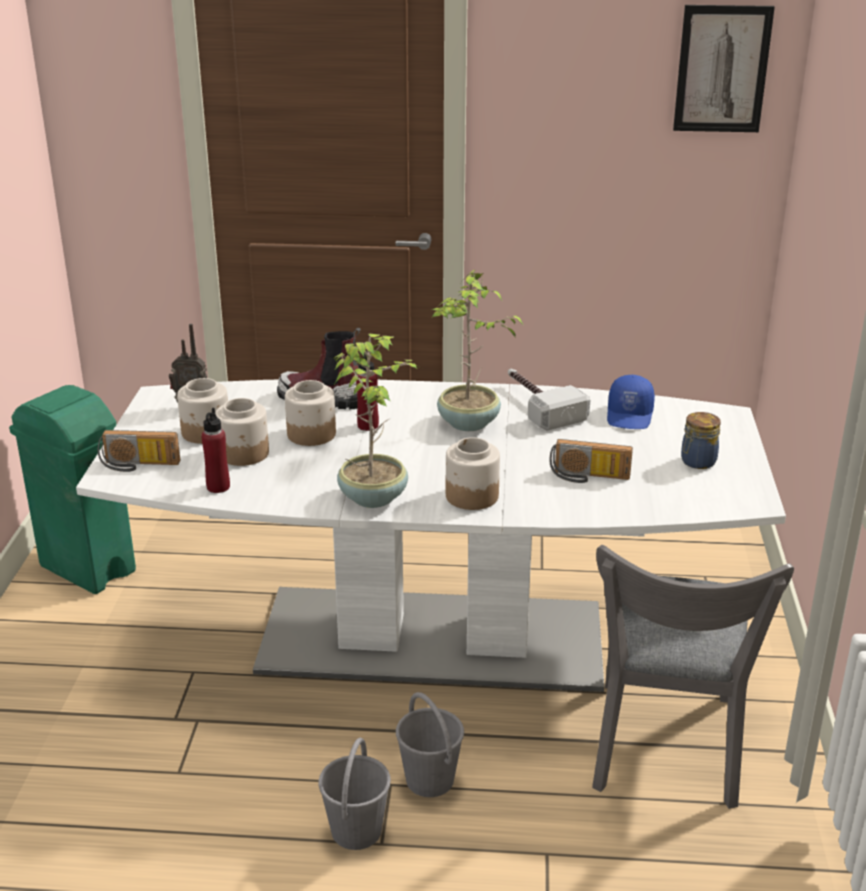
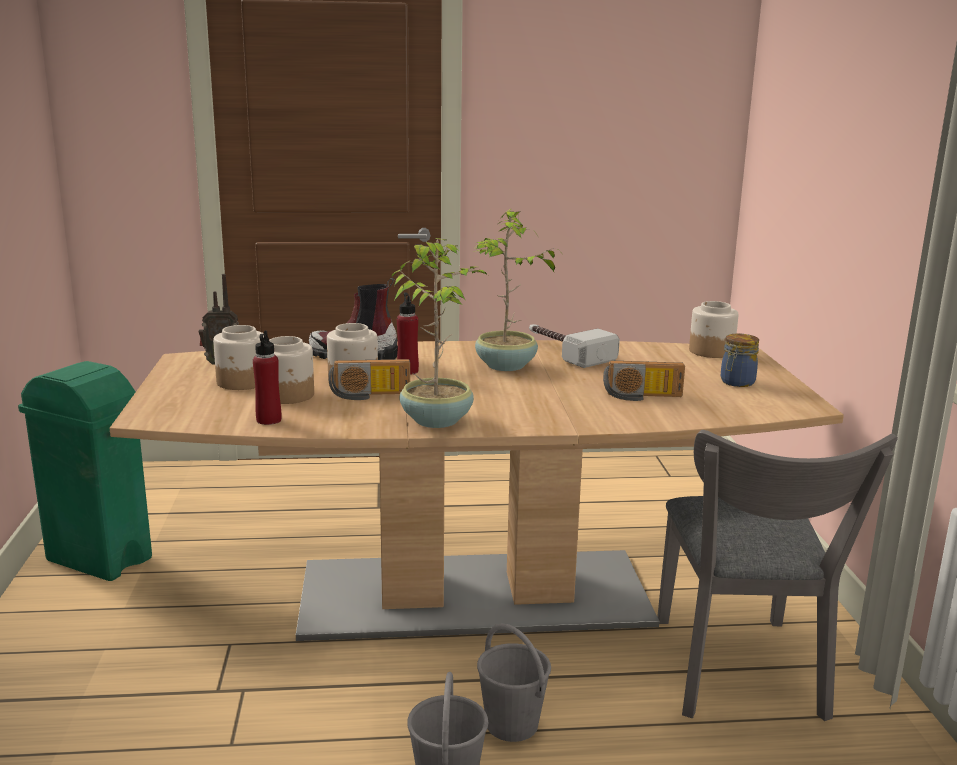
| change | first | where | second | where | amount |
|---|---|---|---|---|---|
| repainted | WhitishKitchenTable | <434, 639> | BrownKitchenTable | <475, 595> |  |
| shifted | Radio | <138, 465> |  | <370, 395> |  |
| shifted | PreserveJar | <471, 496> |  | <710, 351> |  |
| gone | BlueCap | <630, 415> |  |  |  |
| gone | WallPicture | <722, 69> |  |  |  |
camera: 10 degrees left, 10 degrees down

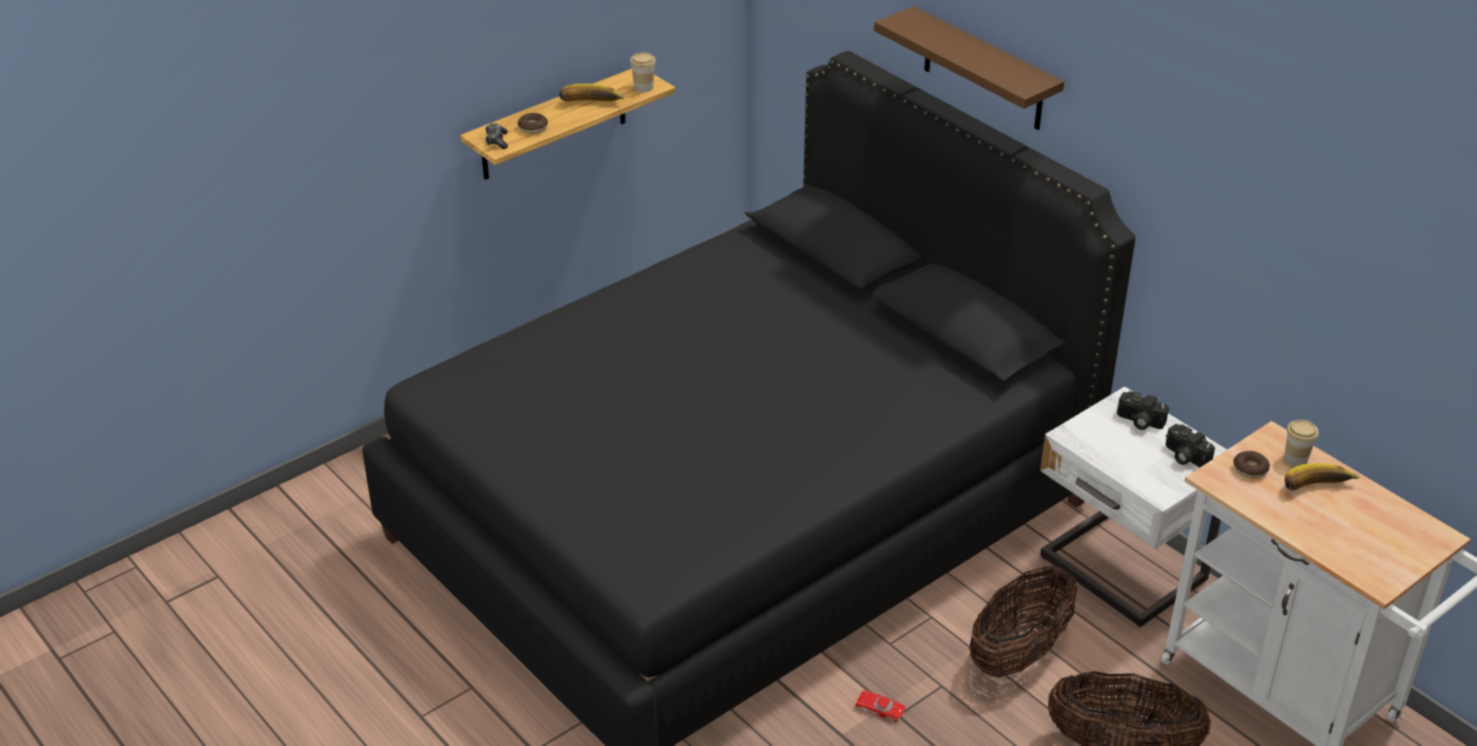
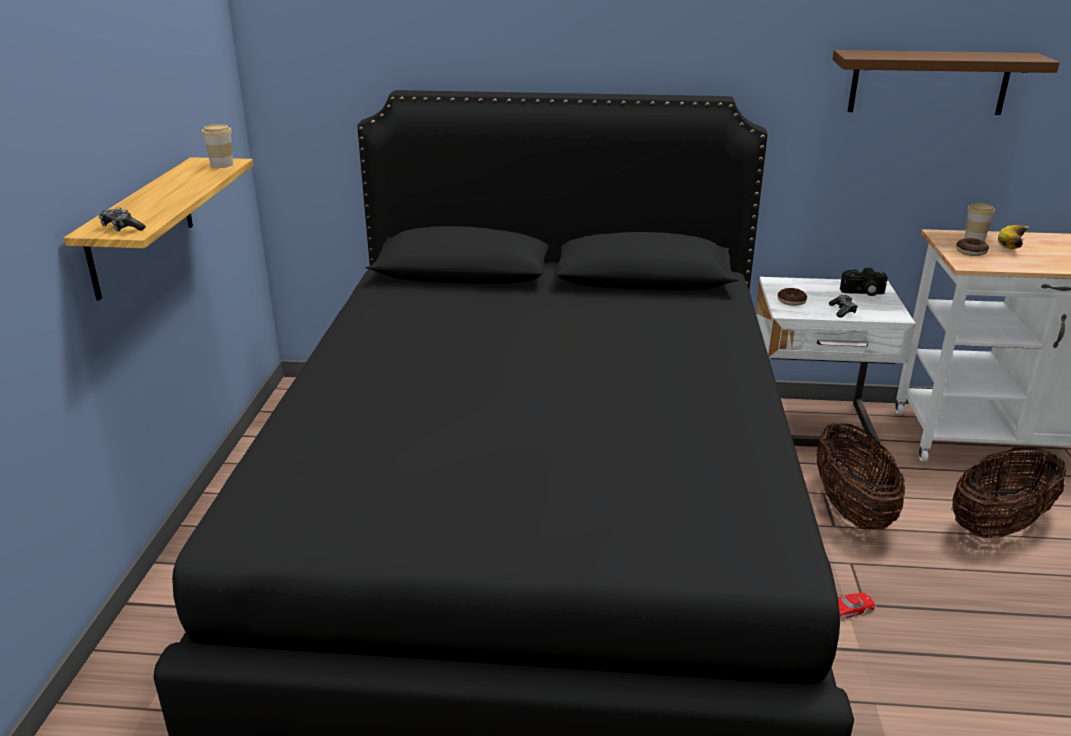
| change | first | where | second | where | amount |
|---|---|---|---|---|---|
| shifted | Donut | <533, 128> |  | <791, 301> |  |
| new |  |  | Joypad | <842, 311> |  |
| shifted | BrownWallShelf | <983, 70> |  | <929, 82> |  |
| gone | BananaFruit | <591, 105> |  |  |  |
| gone | StillCamera | <1139, 421> |  |  |  |
camera: 45 degrees left, 10 degrees down

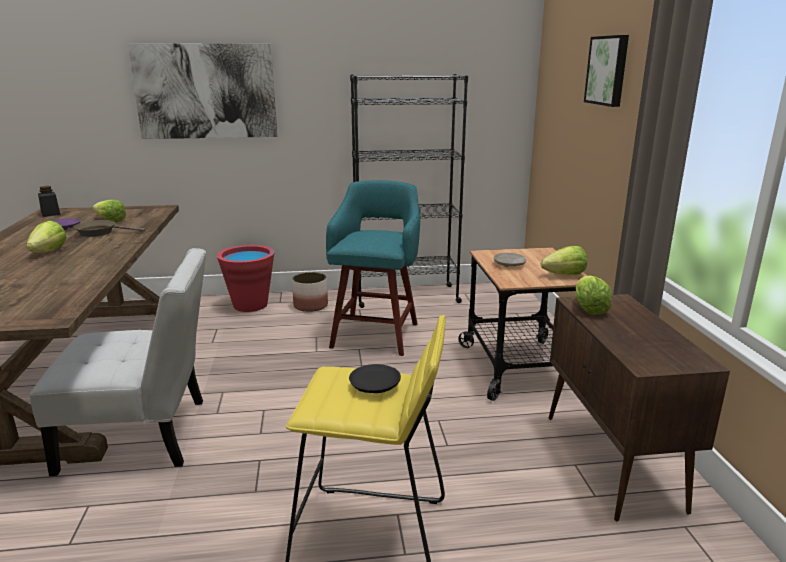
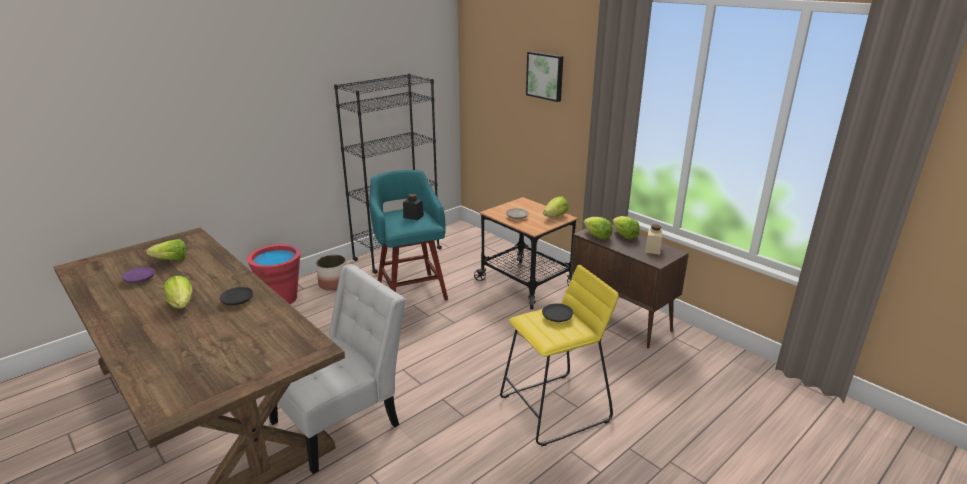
| change | first | where | second | where | amount |
|---|---|---|---|---|---|
| new |  |  | BlackPlate | <237, 301> |  |
| shifted | BlackPreserveJar | <50, 213> |  | <413, 216> |  |
| new |  |  | LettuceHead | <624, 236> |  |
| new |  |  | BeigePreserveJar | <652, 249> |  |
| gone | BrownFryingPan | <100, 232> |  |  |  |
| gone | WallPicture | <206, 91> |  |  |  |
camera: 35 degrees left, 5 degrees up

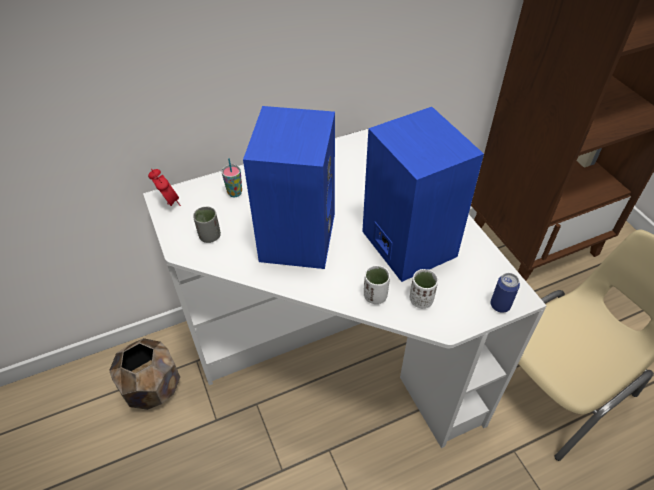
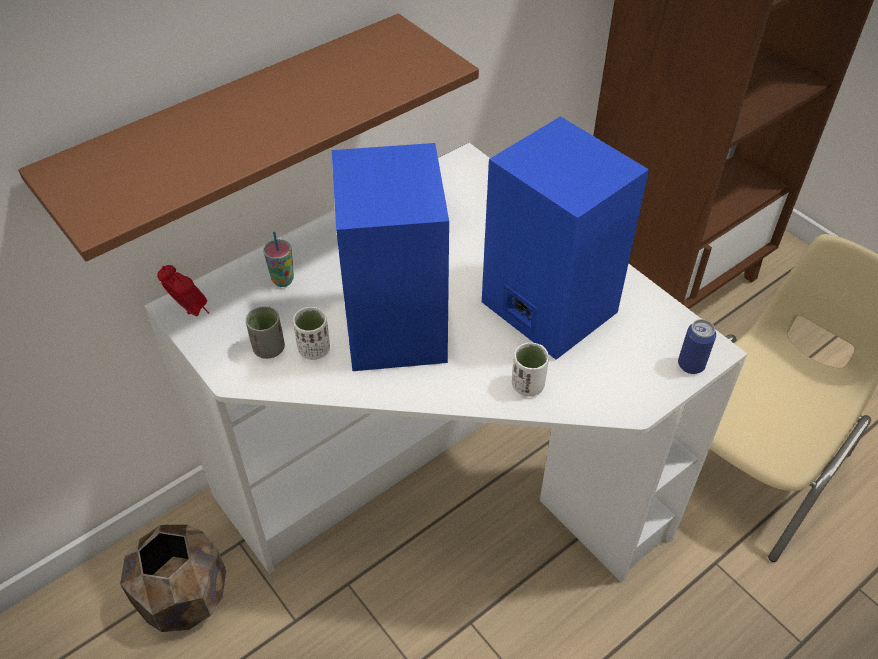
| change | first | where | second | where | amount |
|---|---|---|---|---|---|
| new |  |  | BrownWallShelf | <236, 131> |  |
| shifted | WhitishSmallCup | <421, 300> |  | <314, 349> |  |
camera: 15 degrees left, 0 degrees up

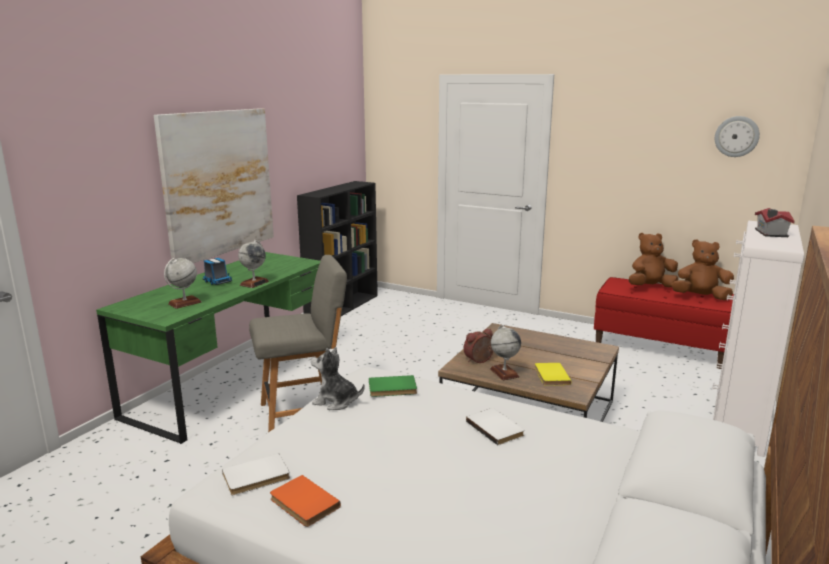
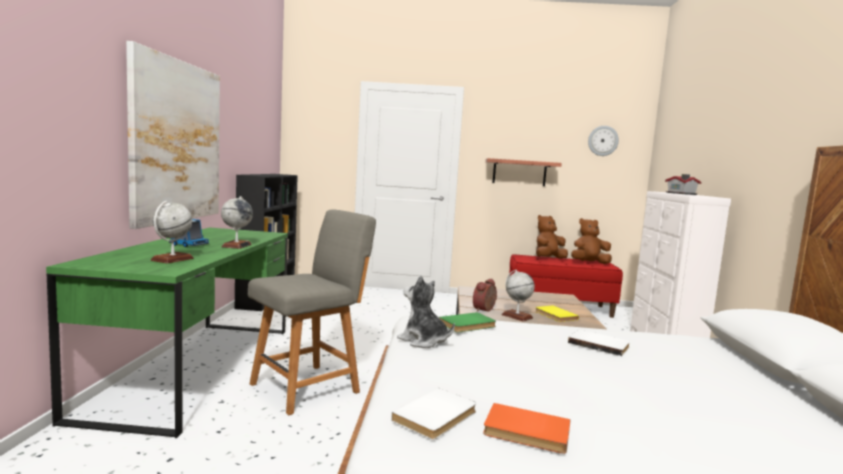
| change | first | where | second | where | amount |
|---|---|---|---|---|---|
| rotated | SoftToy | <336, 401> |  | <423, 341> | 45 degrees clockwise |
| new |  |  | WallShelf | <519, 172> |  |
camera: 25 degrees left, 10 degrees down

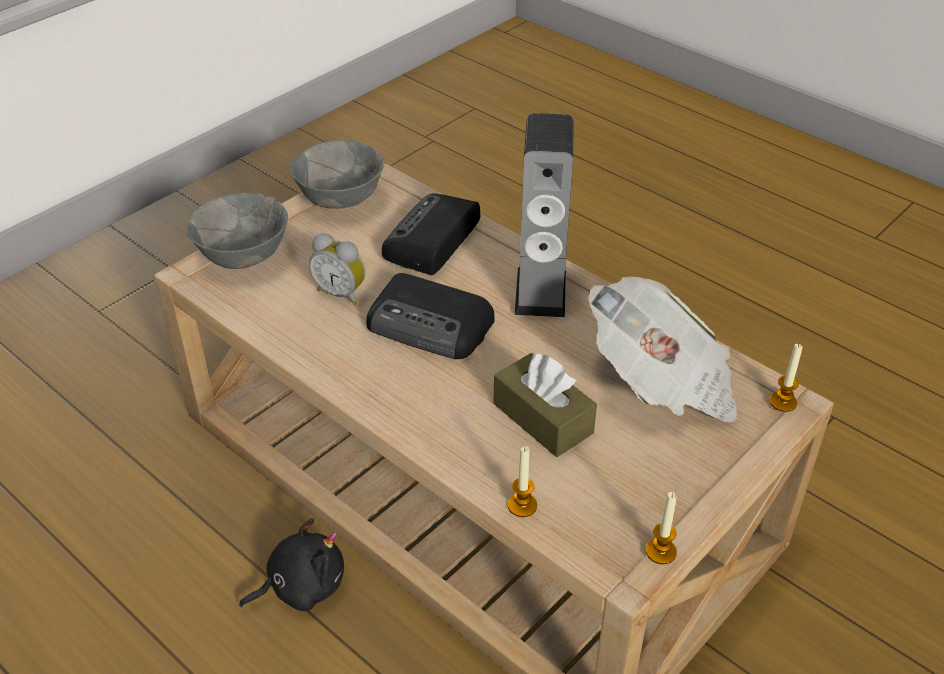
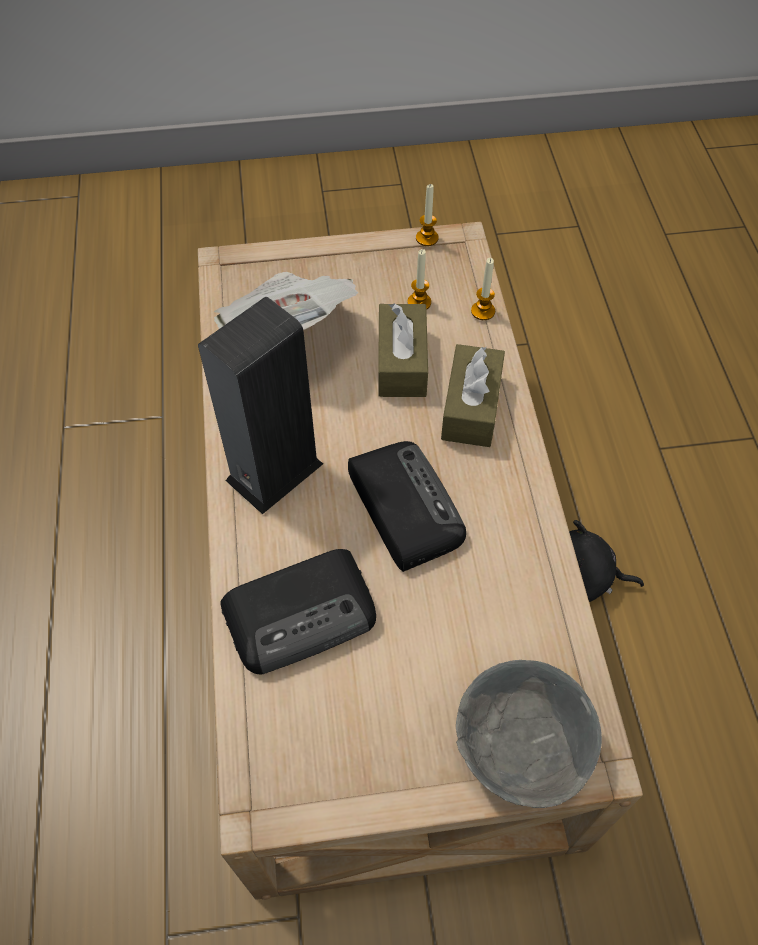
| change | first | where | second | where | amount |
|---|---|---|---|---|---|
| shifted | WaxLight | <783, 402> |  | <419, 302> |  |
| new |  |  | BrownBoxOfTissues | <471, 407> |  |
| gone | GreyishServingBowl | <339, 198> |  |  |  |
| gone | AlarmClock | <341, 293> |  |  |  |
camera: 140 degrees left, 15 degrees up

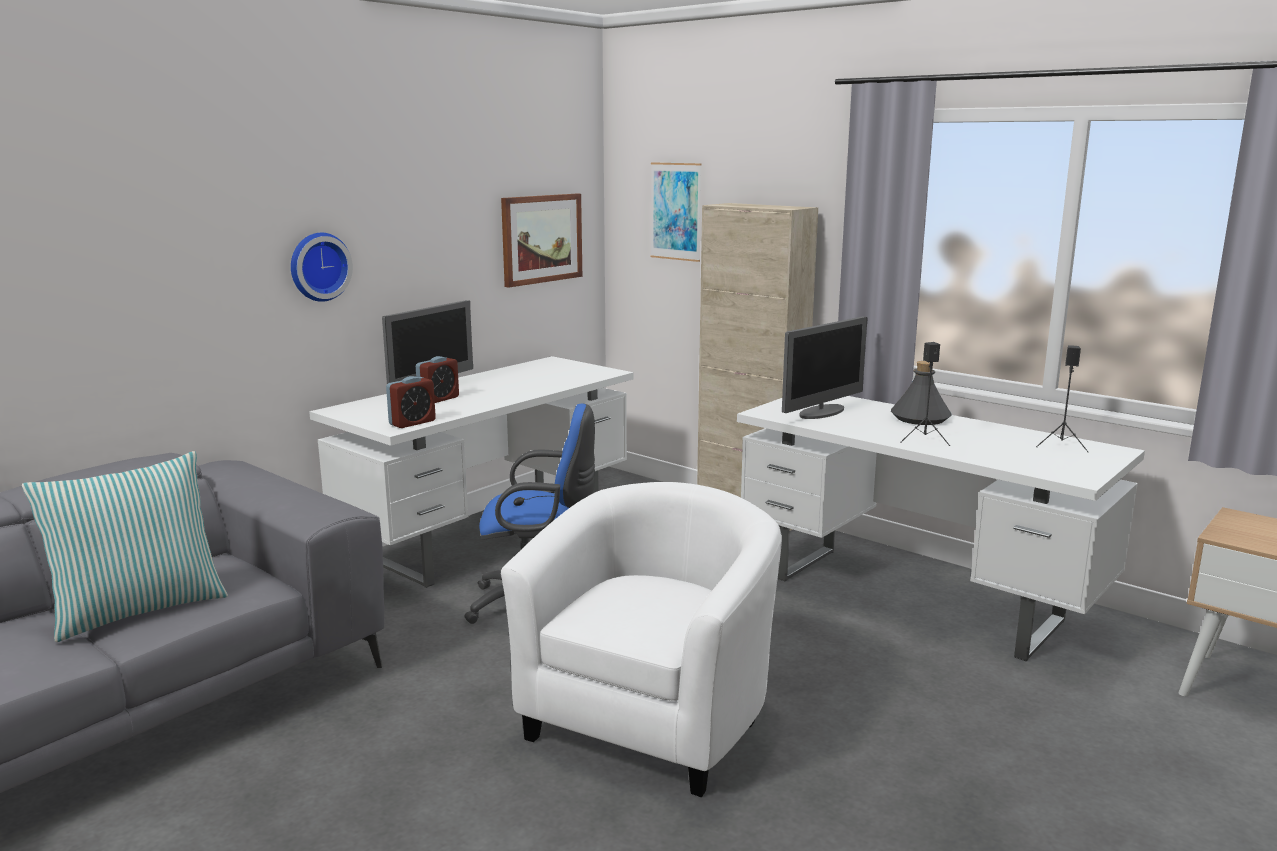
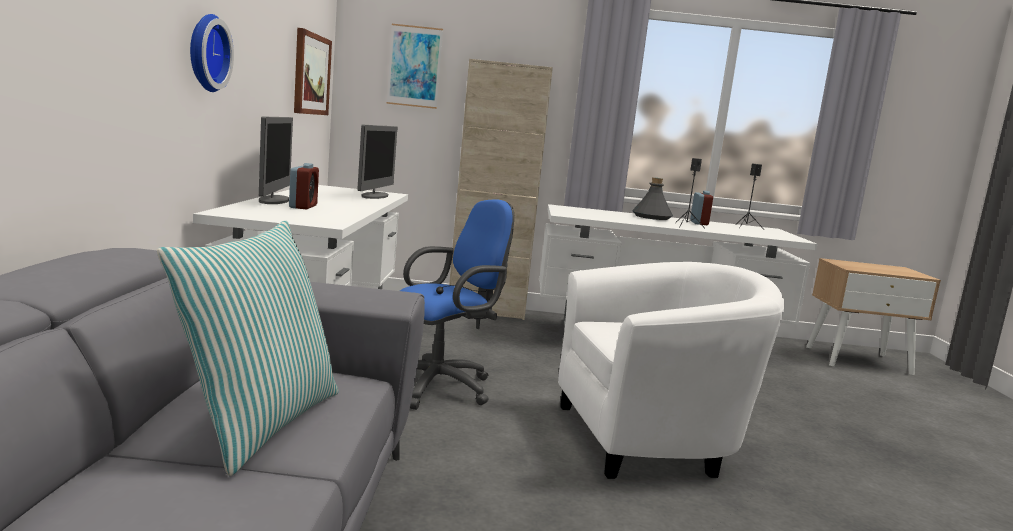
| change | first | where | second | where | amount |
|---|---|---|---|---|---|
| shifted | Monitor | <822, 412> |  | <375, 196> |  |
| rotated | WhitishEasyChair | <653, 718> |  | <651, 439> | 90 degrees clockwise |
| shifted | AlarmClock | <412, 423> |  | <699, 223> |  |
camera: 40 degrees left, 5 degrees down

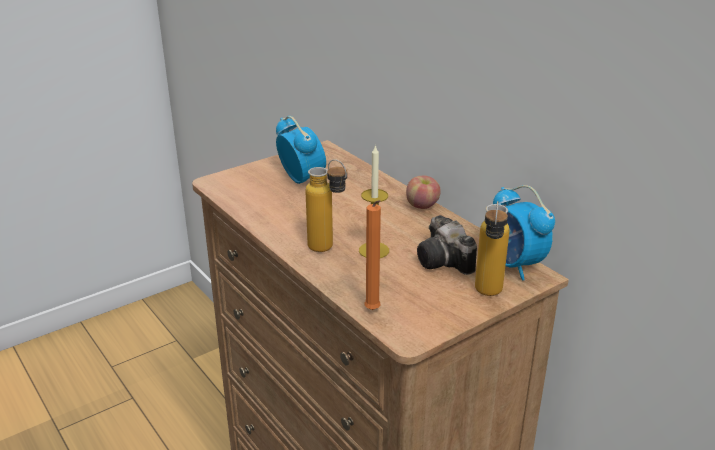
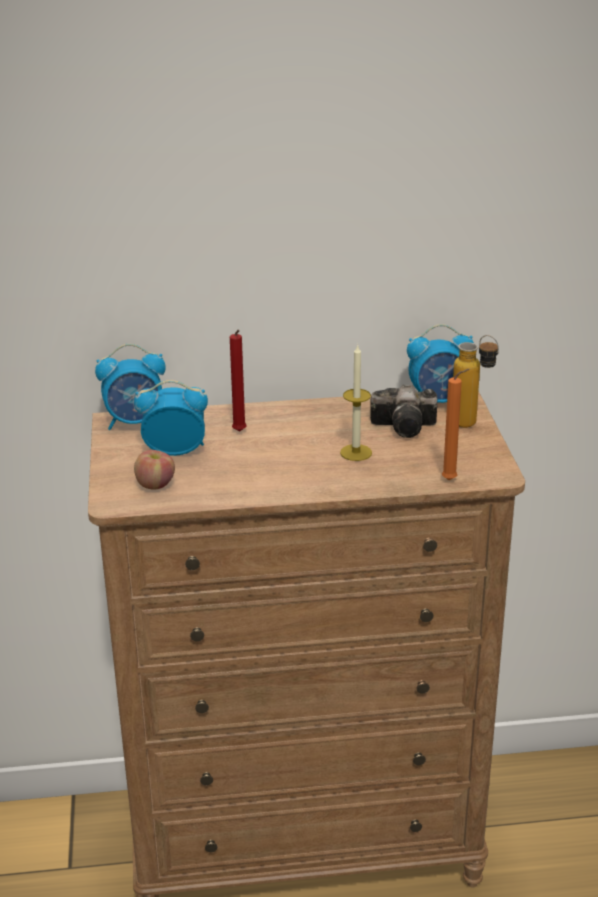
| change | first | where | second | where | amount |
|---|---|---|---|---|---|
| new |  |  | AlarmClock | <135, 422> |  |
| shifted | Apple | <422, 205> |  | <155, 485> |  |
| new |  |  | ReddishWaxLight | <239, 432> |  |
| gone | DrinkBottle | <328, 250> |  |  |  |
camera: 60 degrees left, 0 degrees up

